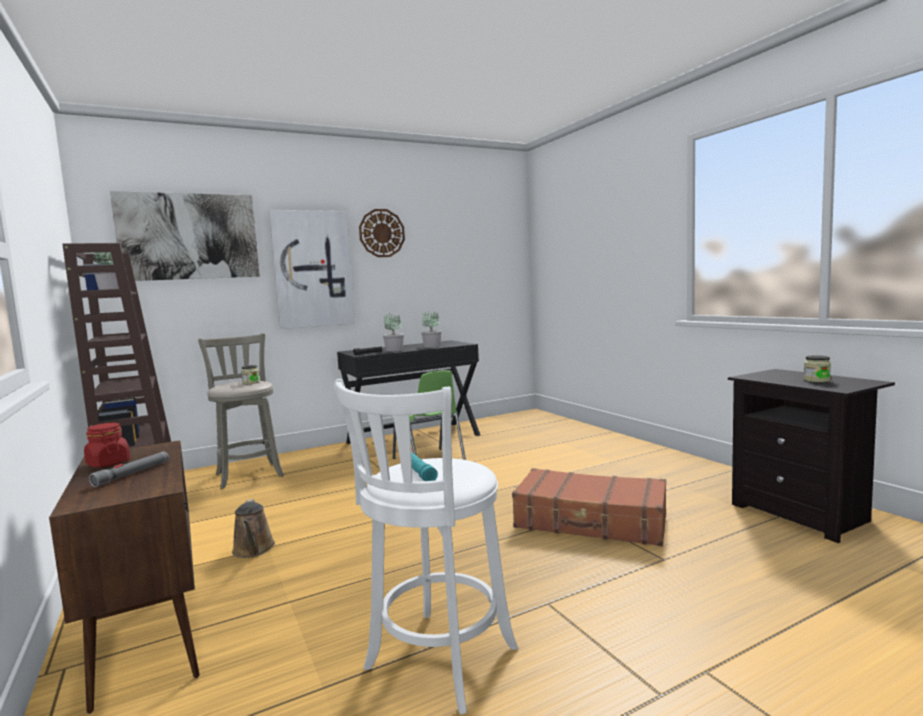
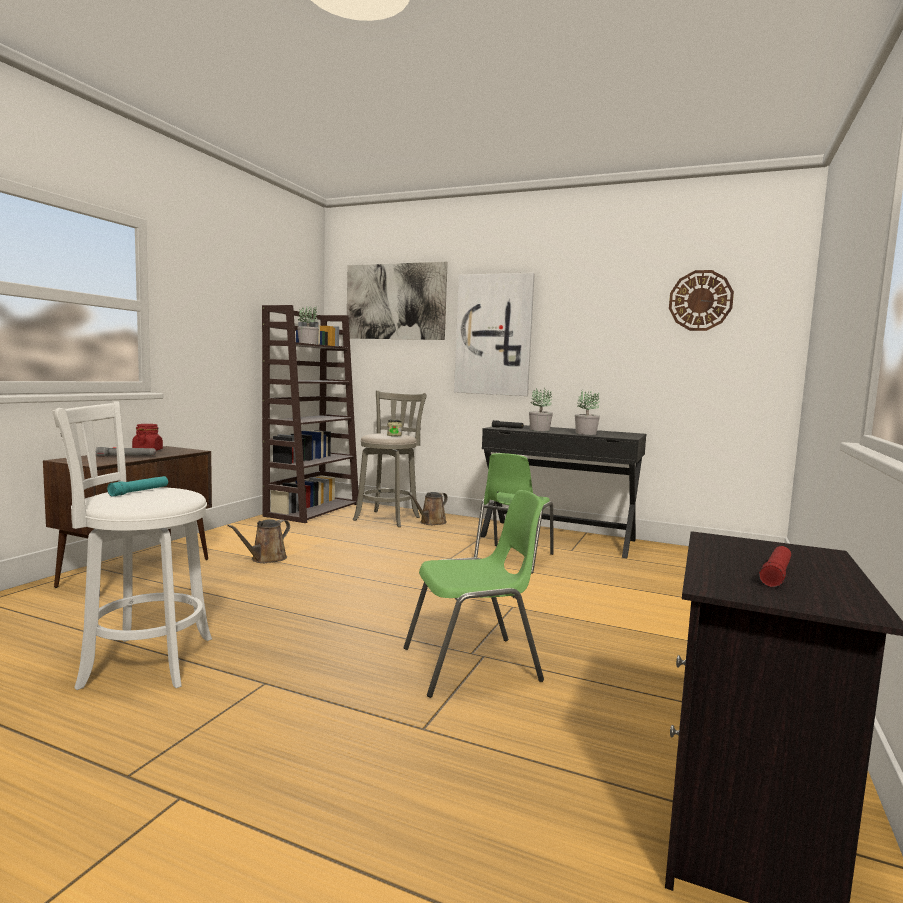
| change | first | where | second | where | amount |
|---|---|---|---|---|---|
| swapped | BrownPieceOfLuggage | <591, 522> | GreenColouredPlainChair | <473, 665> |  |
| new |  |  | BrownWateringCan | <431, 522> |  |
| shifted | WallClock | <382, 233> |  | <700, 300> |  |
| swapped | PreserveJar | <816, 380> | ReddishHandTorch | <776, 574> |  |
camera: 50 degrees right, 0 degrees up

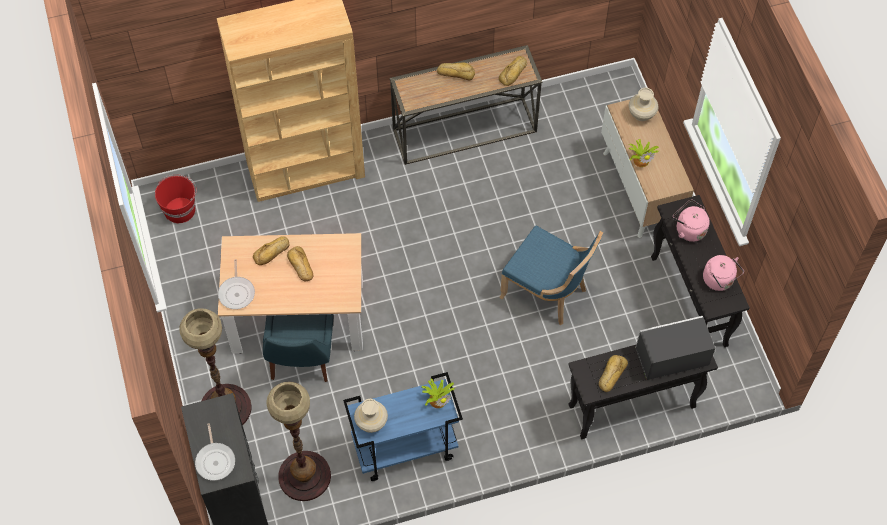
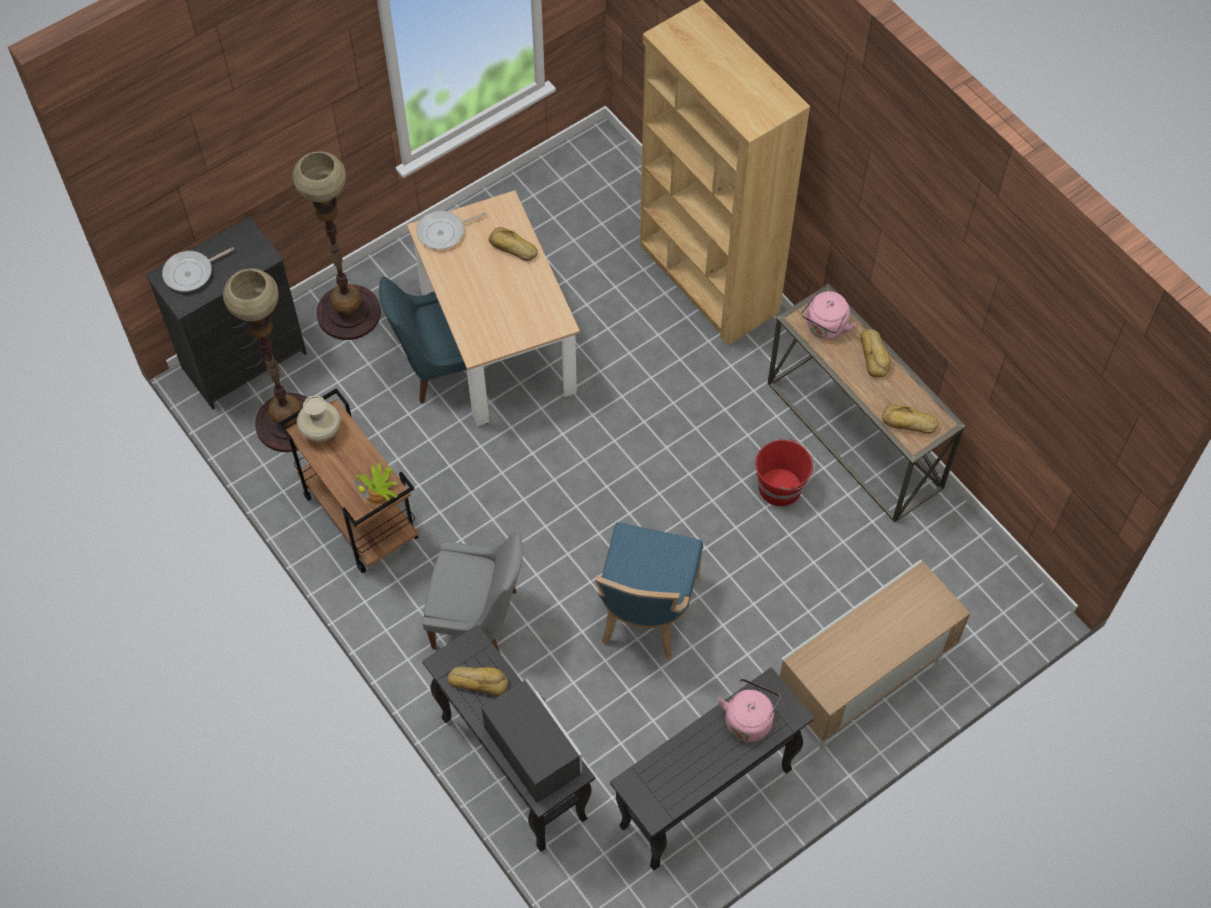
| change | first | where | second | where | amount |
|---|---|---|---|---|---|
| repainted | BlueTrolley | <404, 449> | BrownTrolley | <359, 516> |  |
| new |  |  | GreyishPlainChair | <479, 619> |  |
| shifted | ReddishPail | <180, 209> |  | <781, 487> |  |
| shifted | PinkishWaterKettle | <719, 280> |  | <825, 328> |  |
| gone | Bread | <300, 266> |  |  |  |
| gone | BeigeDecorativeVase | <641, 115> |  |  |  |
| gone | Houseplant | <641, 159> |  |  |  |
camera: 70 degrees right, 0 degrees up

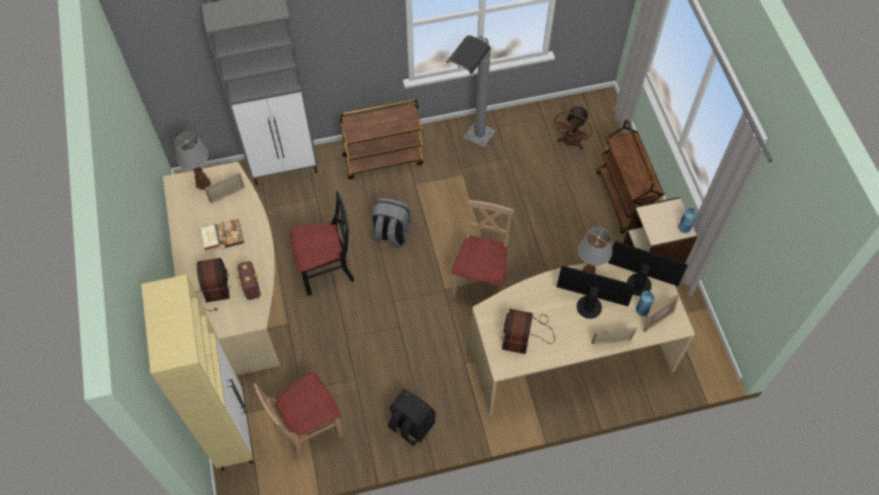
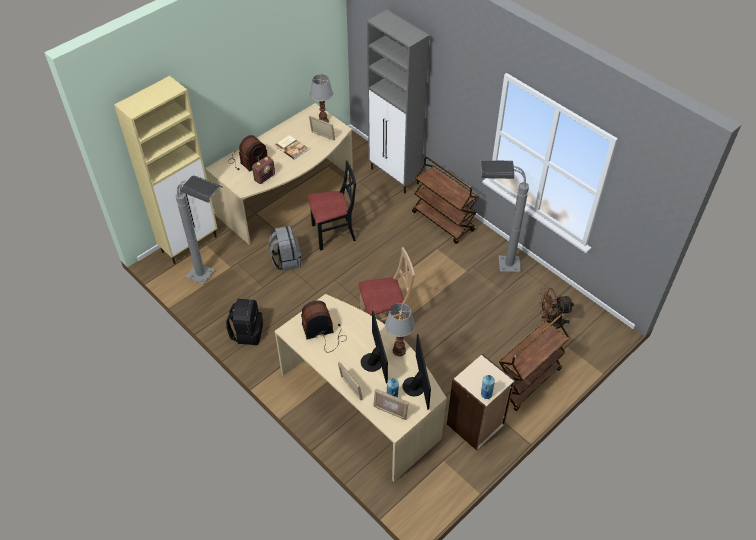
| change | first | where | second | where | amount |
|---|---|---|---|---|---|
| swapped | BeigePlainChair | <308, 428> | GreyishStandingLamp | <213, 279> |  |
| shifted | GreyishKnapsack | <391, 234> |  | <286, 260> |  |
| rotated | BlackPlainChair | <326, 270> |  | <333, 233> | 60 degrees counterclockwise |
camera: 60 degrees right, 10 degrees down

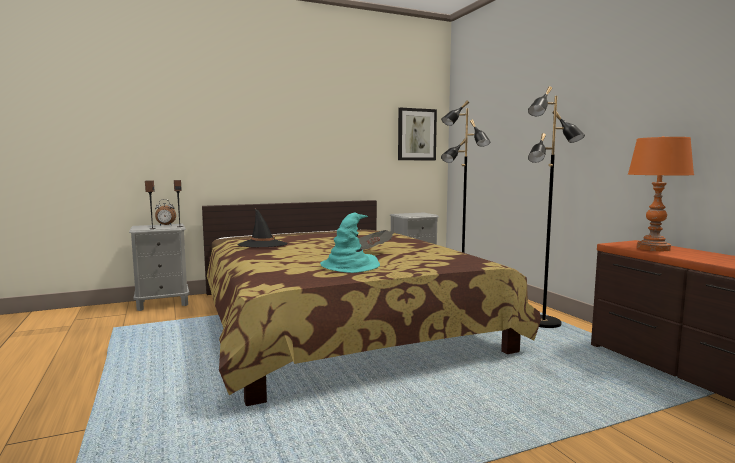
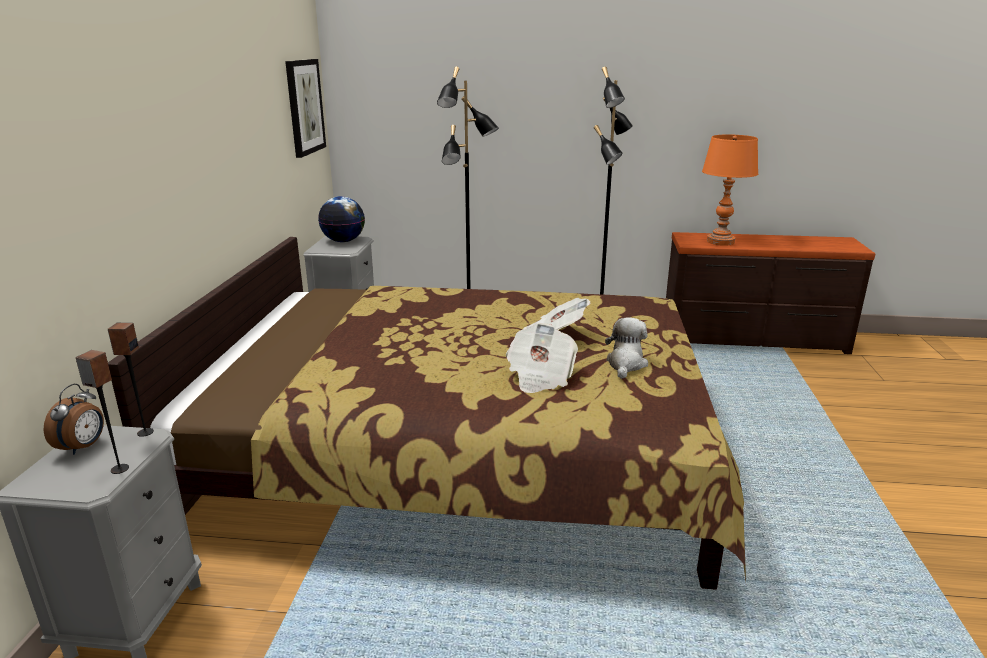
| change | first | where | second | where | amount |
|---|---|---|---|---|---|
| new |  |  | WorldGlobe | <343, 241> |  |
| new |  |  | DailyPaper | <540, 376> |  |
| swapped | TurquoiseHat | <350, 266> | SoftToy | <625, 364> |  |
| gone | BlackHat | <262, 245> |  |  |  |
camera: 60 degrees left, 15 degrees up

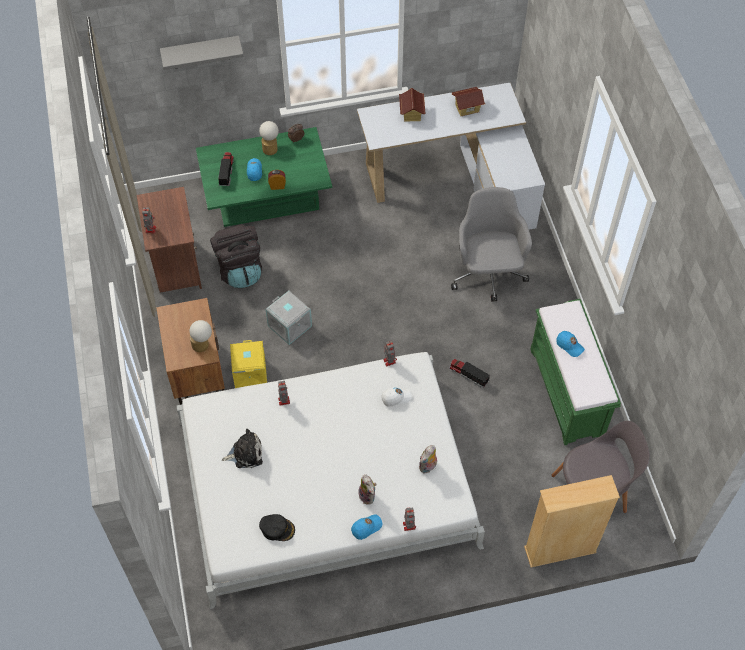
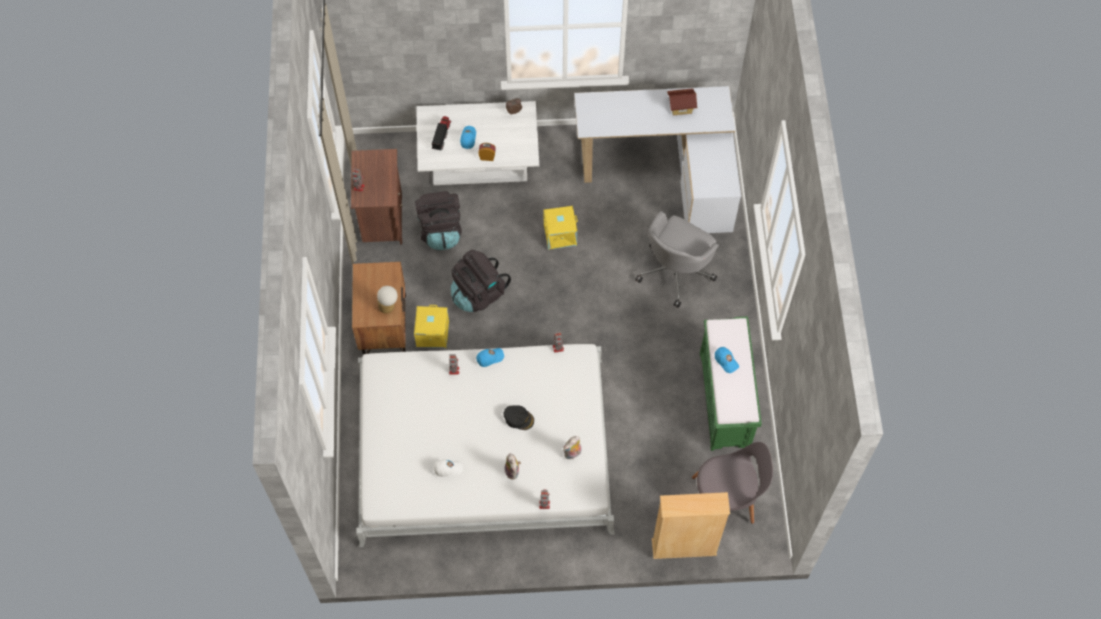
| change | first | where | second | where | amount |
|---|---|---|---|---|---|
| repainted | GreenColouredLowTable | <266, 197> | WhitishLowTable | <479, 161> |  |
| shifted | WhitishCap | <396, 398> |  | <448, 469> |  |
| swapped | GreyishStorageBin | <290, 325> | BlackKnapsack | <478, 294> |  |
| shifted | BlueCap | <366, 527> |  | <490, 358> |  |
| shifted | BlackCap | <277, 528> |  | <519, 418> |  |
| new |  |  | YellowishStorageBin | <560, 234> |  |
| rotated | GreyishOfficeChair | <488, 274> |  | <676, 271> | 150 degrees counterclockwise |
| gone | GreyishWallShelf | <201, 52> |  |  |  |
| gone | SoftToy | <245, 453> |  |  |  |
| gone | TabletopLamp | <270, 147> |  |  |  |
| gone | ModelHouse | <411, 113> |  |  |  |
| gone | ToyLorry | <468, 375> |  |  |  |
camera: 10 degrees right, 5 degrees up

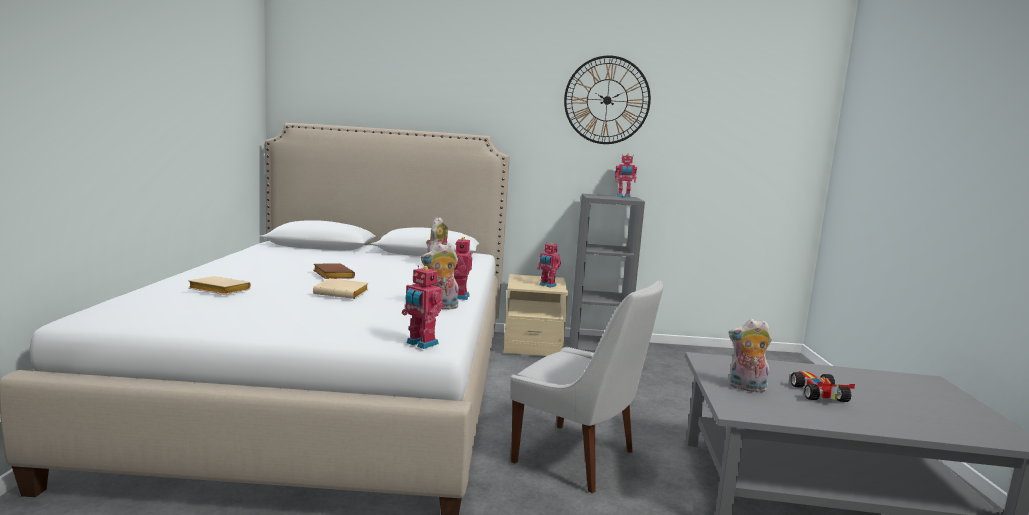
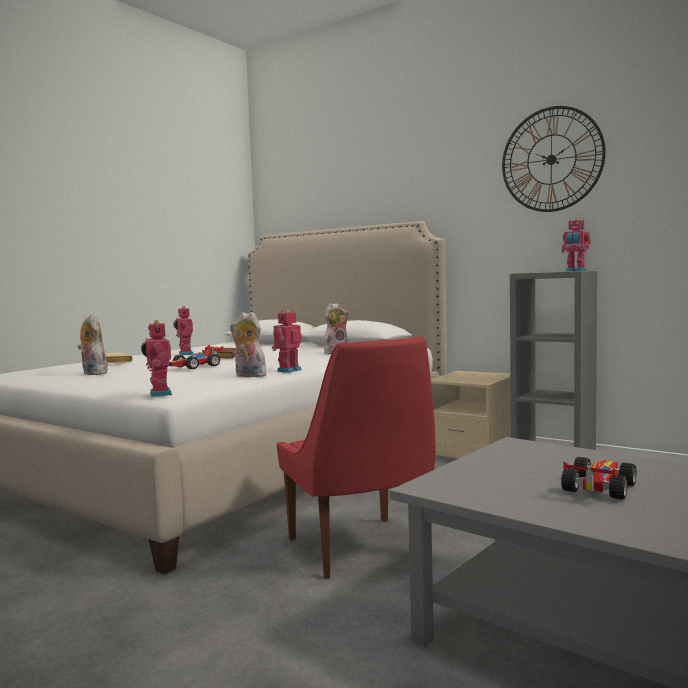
| change | first | where | second | where | amount |
|---|---|---|---|---|---|
| shifted | SoftToy | <746, 388> |  | <92, 373> |  |
| swapped | BeigeVolume | <343, 293> | MiniatureCar | <196, 366> |  |
| shifted | ModelRobot | <547, 285> |  | <184, 354> |  |
| repainted | WhitishPlainChair | <578, 458> | ReddishPlainChair | <360, 549> |  |
camera: 35 degrees right, 5 degrees down

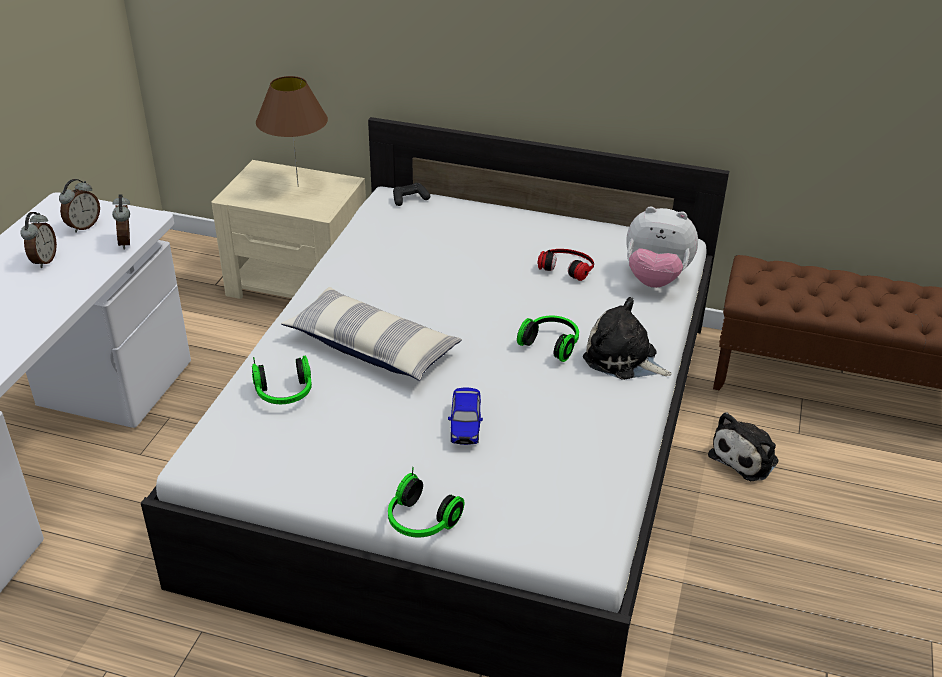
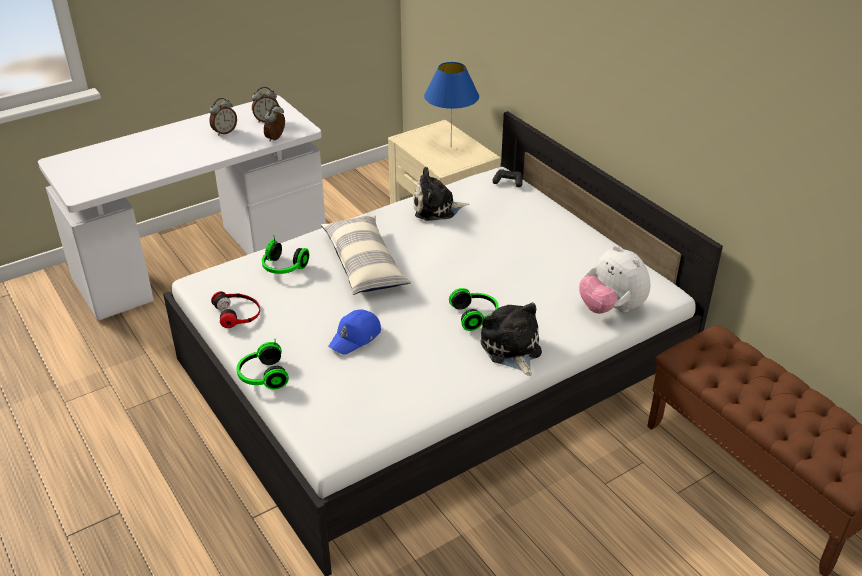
| change | first | where | second | where | amount |
|---|---|---|---|---|---|
| shifted | PairOfHeadphones | <567, 266> |  | <238, 312> |  |
| swapped | MiniatureCar | <465, 426> | BlueCap | <356, 337> |  |
| shifted | SoftToy | <746, 457> |  | <437, 208> |  |
| repainted | BrownTabletopLamp | <298, 186> | BlueTabletopLamp | <451, 147> |  |
camera: 40 degrees right, 0 degrees up

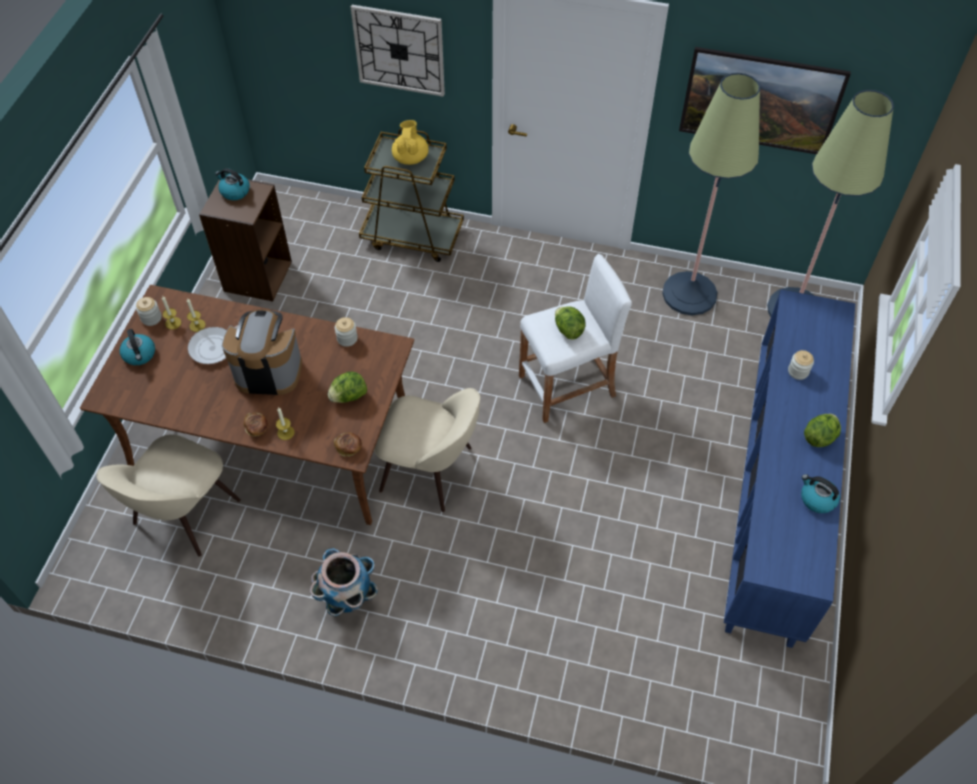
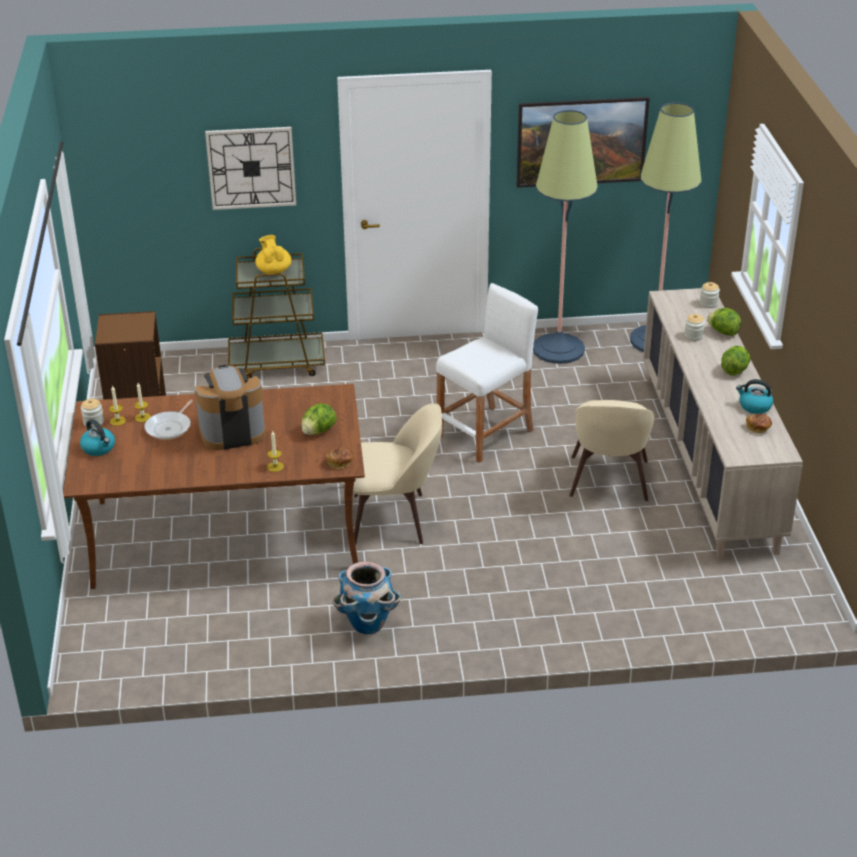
| change | first | where | second | where | amount |
|---|---|---|---|---|---|
| shifted | BeigePlainChair | <184, 515> |  | <608, 481> |  |
| repainted | BlueStorageCabinet | <776, 492> | BeigeStorageCabinet | <708, 460> |  |
| shifted | PreserveJar | <347, 338> |  | <708, 304> |  |
| shifted | LettuceHead | <568, 330> |  | <723, 332> |  |
| shifted | Bread | <257, 428> |  | <758, 428> |  |
| gone | WaterKettle | <234, 191> |  |  |  |
camera: 20 degrees left, 20 degrees down

